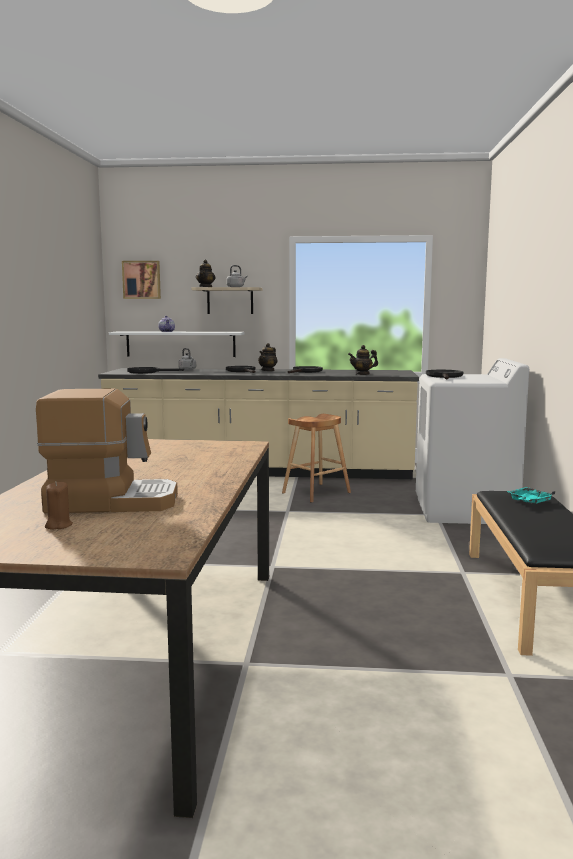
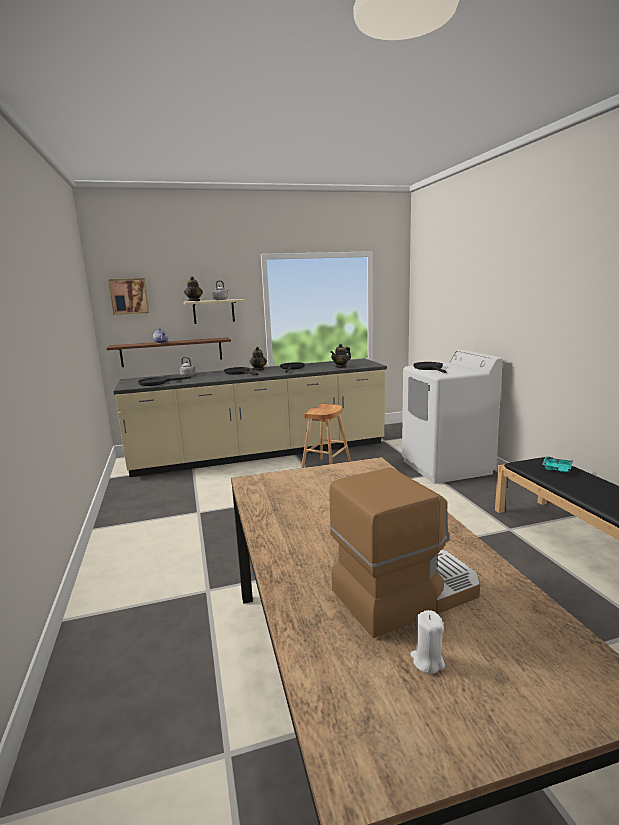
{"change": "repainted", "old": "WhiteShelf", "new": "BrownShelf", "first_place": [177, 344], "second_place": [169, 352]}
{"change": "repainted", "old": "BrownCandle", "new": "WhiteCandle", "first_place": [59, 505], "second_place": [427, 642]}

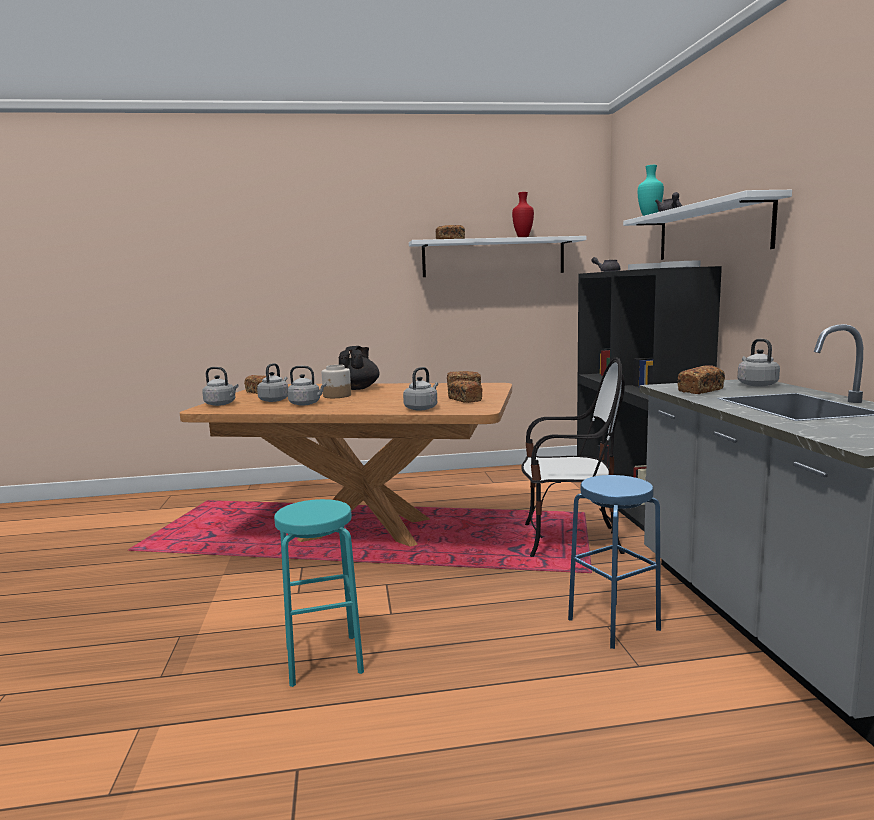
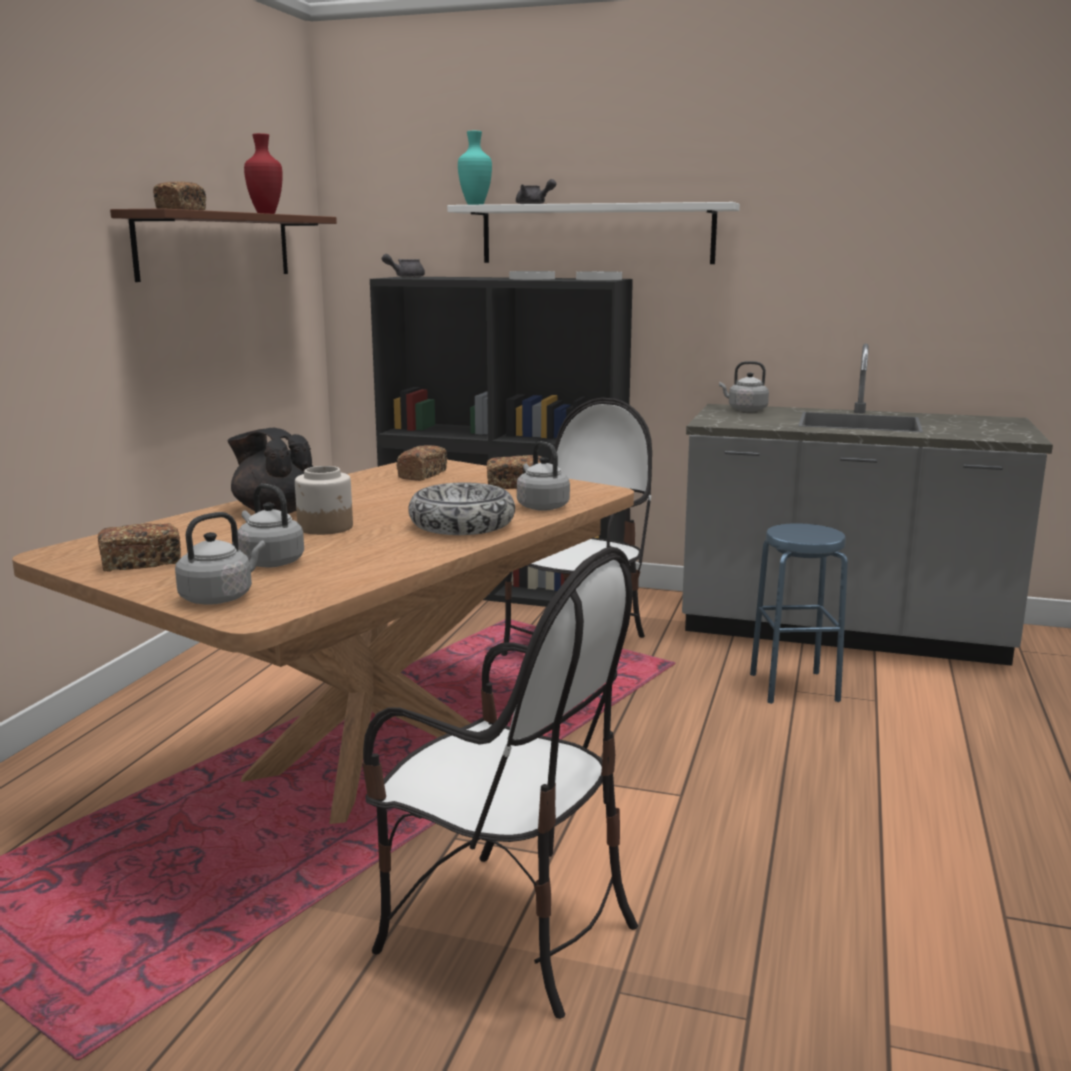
{"change": "repainted", "old": "WhiteShelf", "new": "BrownShelf", "first_place": [498, 256], "second_place": [223, 245]}
{"change": "new", "new": "Chair", "second_place": [500, 783]}
{"change": "new", "new": "Bowl", "second_place": [461, 509]}
{"change": "gone", "old": "TurquoiseStool", "first_place": [319, 593]}
{"change": "gone", "old": "GreyKettle", "first_place": [306, 386]}
{"change": "gone", "old": "Bread", "first_place": [701, 379]}

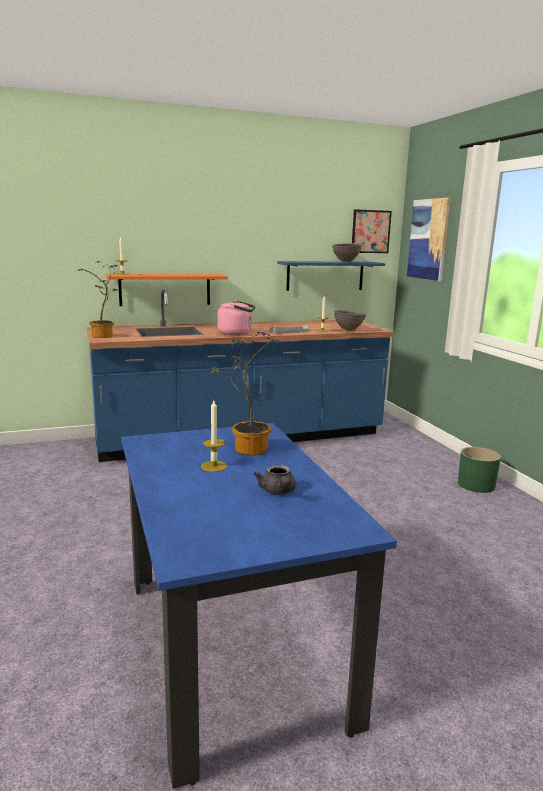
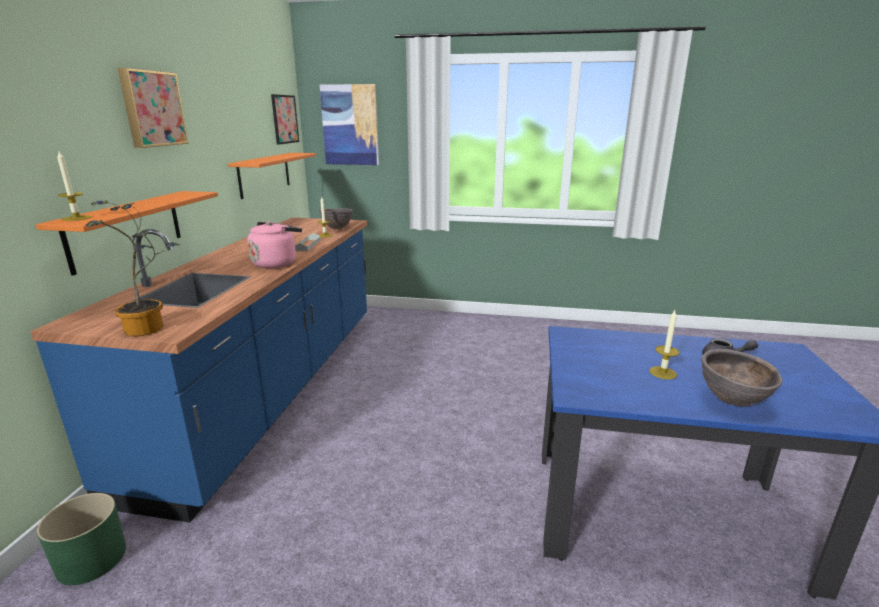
{"change": "shifted", "old": "GreenPlanter", "first_place": [479, 470], "second_place": [81, 539]}
{"change": "new", "new": "Picture", "second_place": [153, 108]}
{"change": "repainted", "old": "BlueShelf", "new": "OrangeShelf", "first_place": [331, 276], "second_place": [272, 176]}
{"change": "shifted", "old": "BrownBowl", "first_place": [347, 252], "second_place": [742, 377]}
{"change": "gone", "old": "PottedPlant", "first_place": [244, 394]}

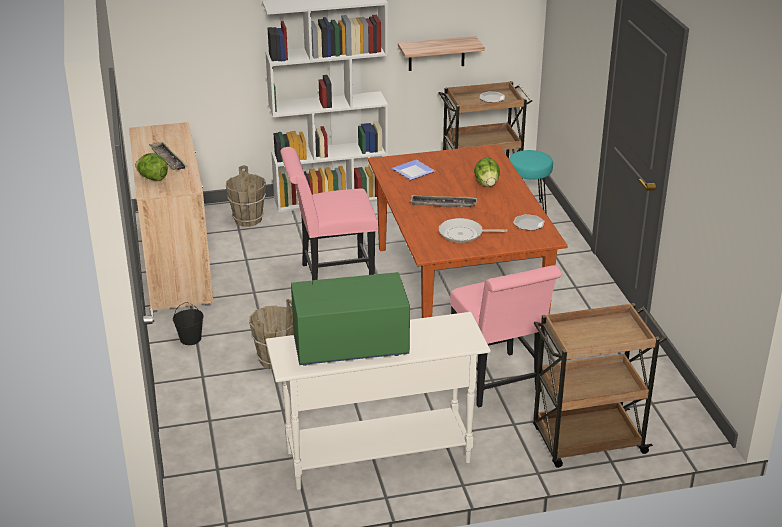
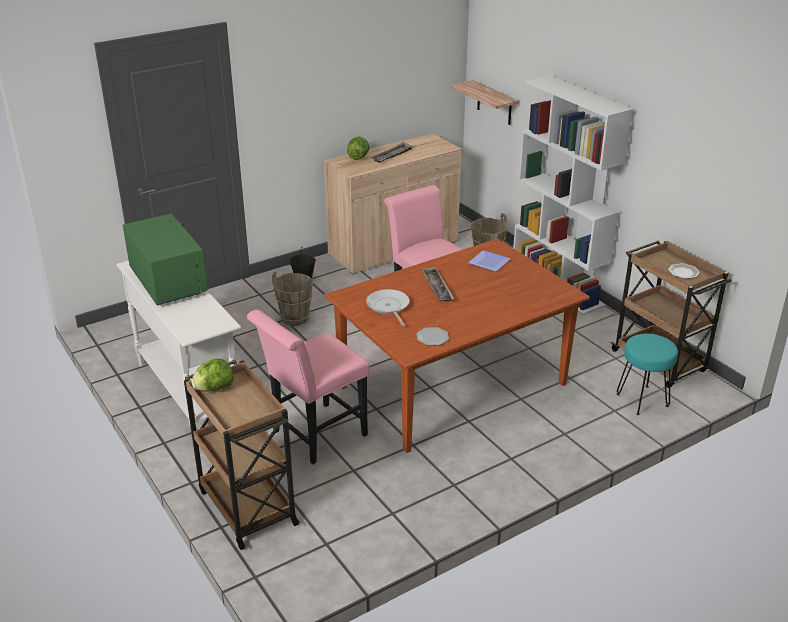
{"change": "shifted", "old": "Lettuce", "first_place": [487, 172], "second_place": [212, 375]}
{"change": "shifted", "old": "Shelf", "first_place": [441, 53], "second_place": [484, 102]}

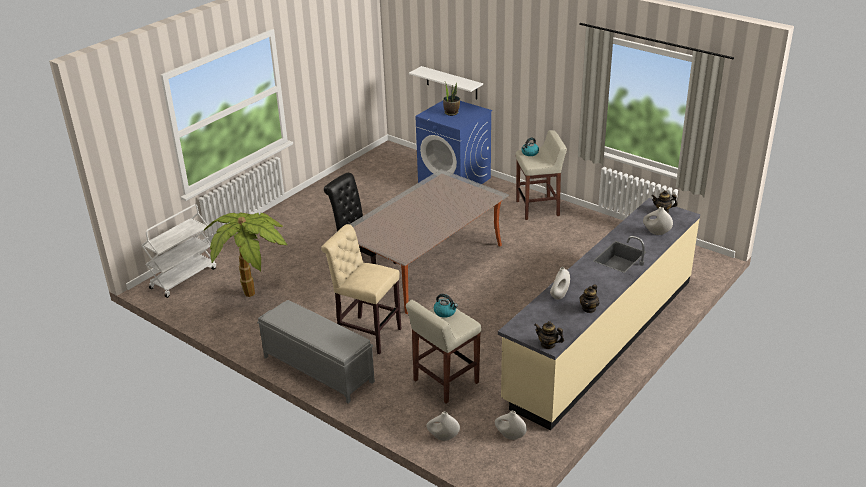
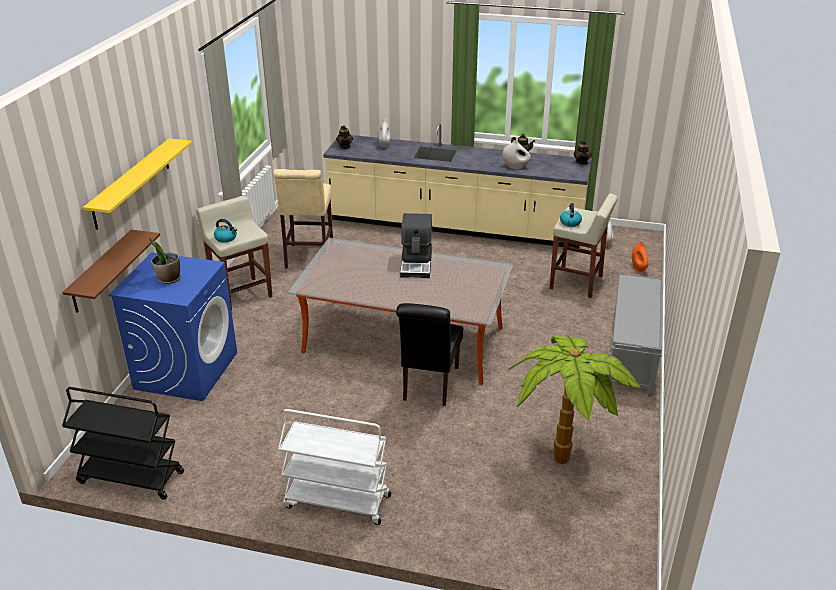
{"change": "repainted", "old": "WhiteShelf", "new": "BrownShelf", "first_place": [446, 82], "second_place": [111, 271]}
{"change": "new", "new": "BlackCart", "second_place": [123, 443]}
{"change": "new", "new": "YellowShelf", "second_place": [137, 184]}
{"change": "shifted", "old": "BeigeStool", "first_place": [361, 289], "second_place": [303, 218]}
{"change": "shifted", "old": "WhiteCart", "first_place": [178, 251], "second_place": [334, 467]}
{"change": "new", "new": "CoffeeMachine", "second_place": [416, 245]}
{"change": "repainted", "old": "WhiteVase", "new": "OrangeVase", "first_place": [443, 426], "second_place": [640, 257]}

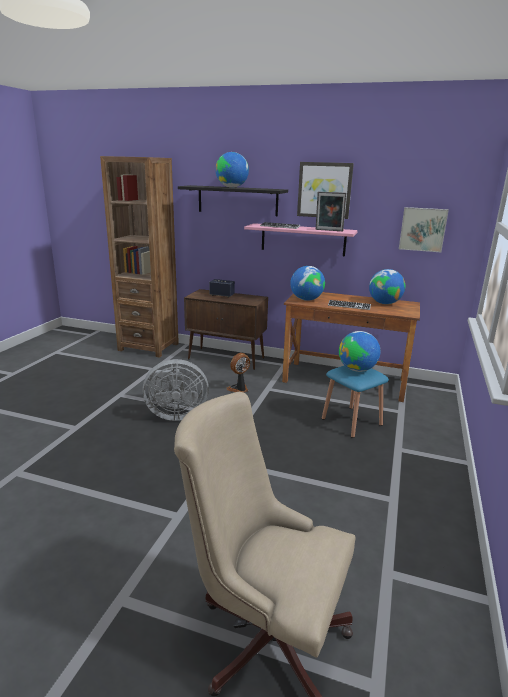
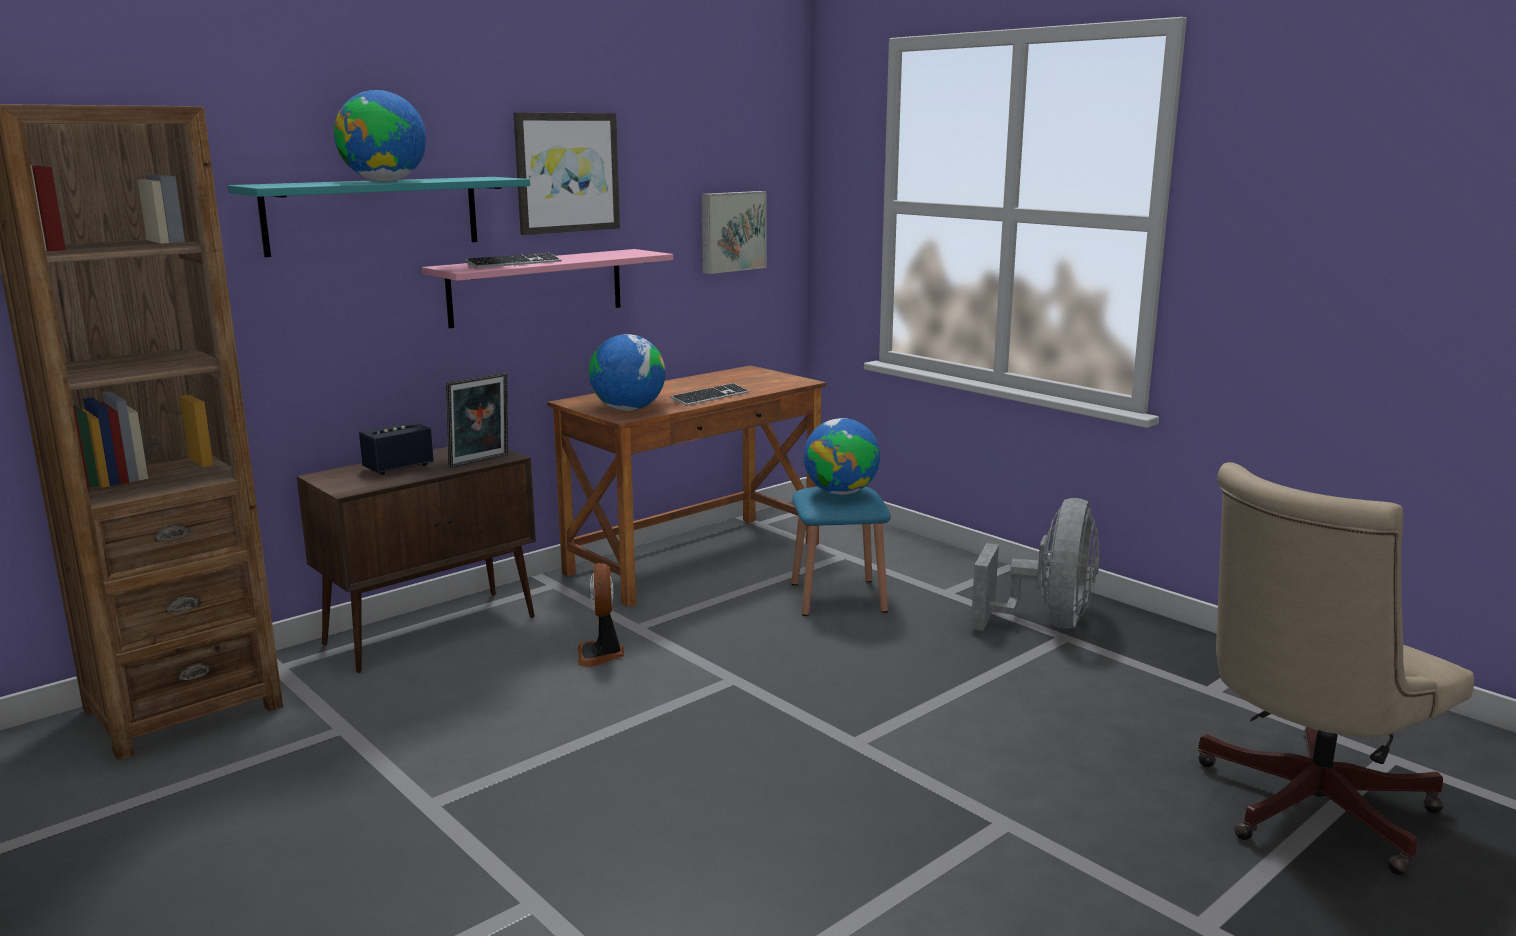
{"change": "repainted", "old": "BlackShelf", "new": "TurquoiseShelf", "first_place": [233, 200], "second_place": [379, 217]}
{"change": "shifted", "old": "PictureFrame", "first_place": [331, 211], "second_place": [477, 420]}
{"change": "shifted", "old": "GreyFan", "first_place": [176, 390], "second_place": [1035, 564]}
{"change": "gone", "old": "Globe", "first_place": [387, 286]}

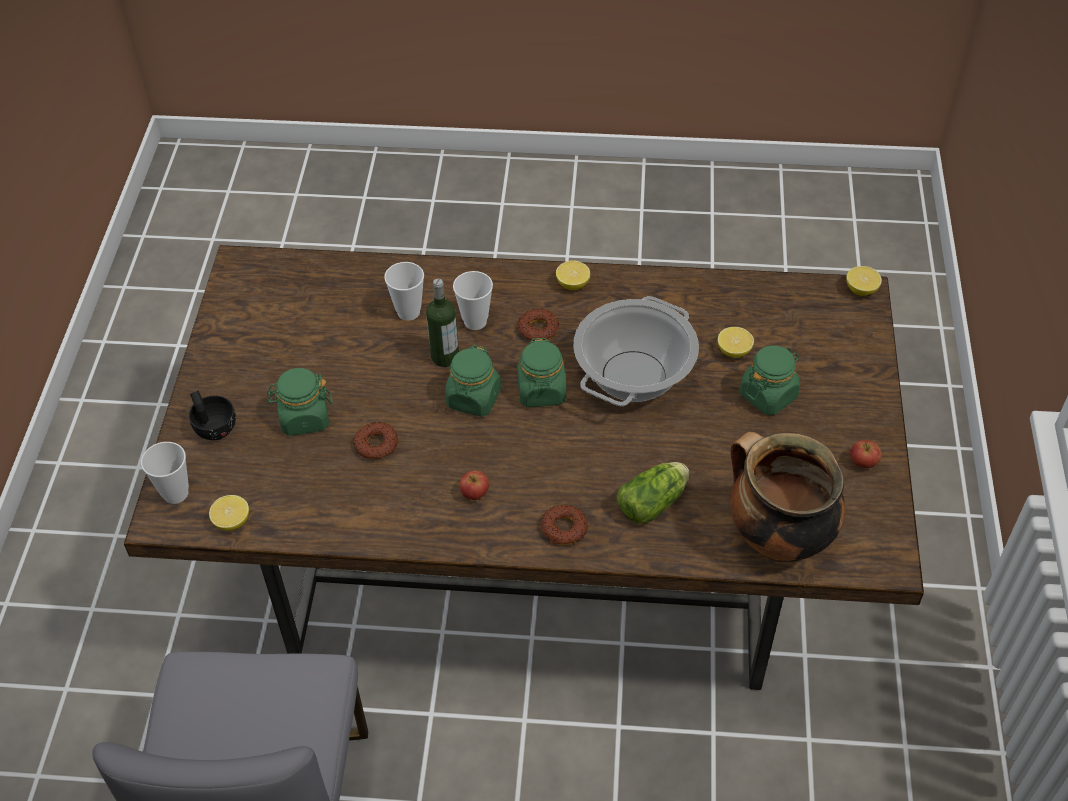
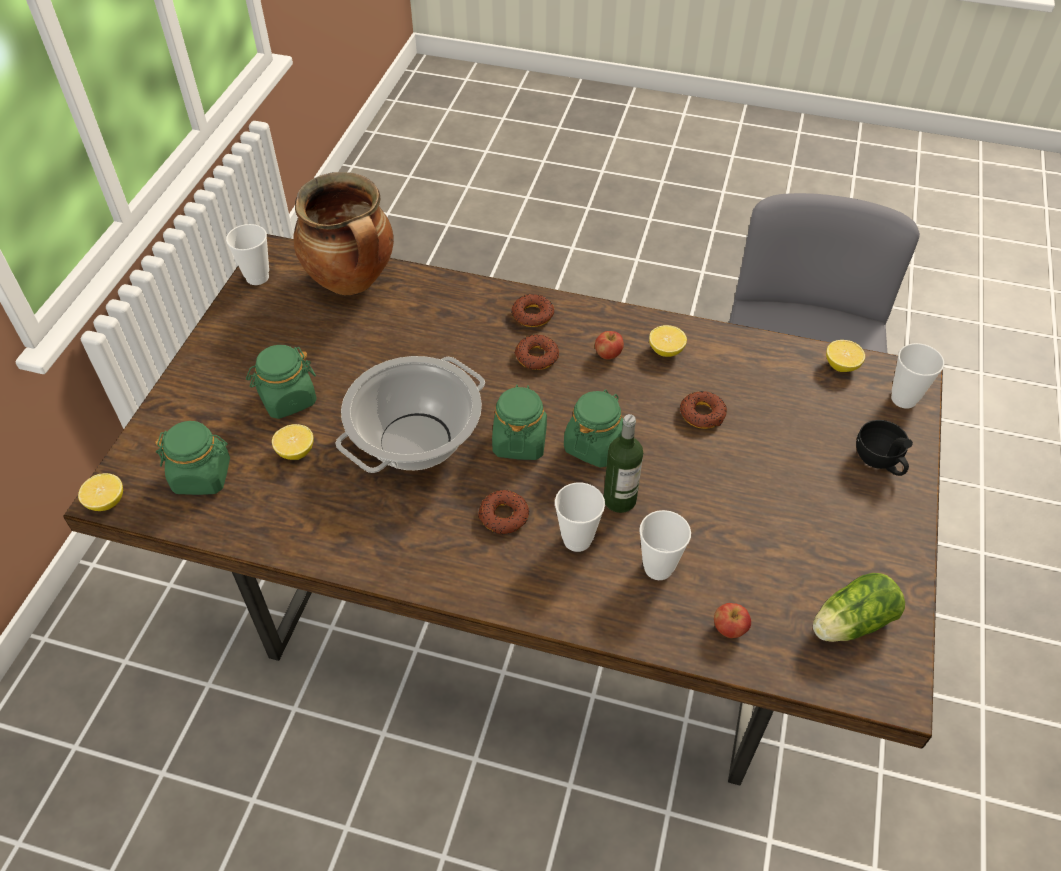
{"change": "shifted", "old": "GreenJar", "first_place": [299, 402], "second_place": [192, 458]}
{"change": "new", "new": "Cup", "second_place": [247, 254]}
{"change": "new", "new": "Donut", "second_place": [536, 352]}
{"change": "shifted", "old": "Lemon", "first_place": [573, 275], "second_place": [668, 341]}
{"change": "shifted", "old": "Apple", "first_place": [865, 454], "second_place": [732, 620]}
{"change": "shifted", "old": "Lettuce", "first_place": [653, 493], "second_place": [859, 607]}

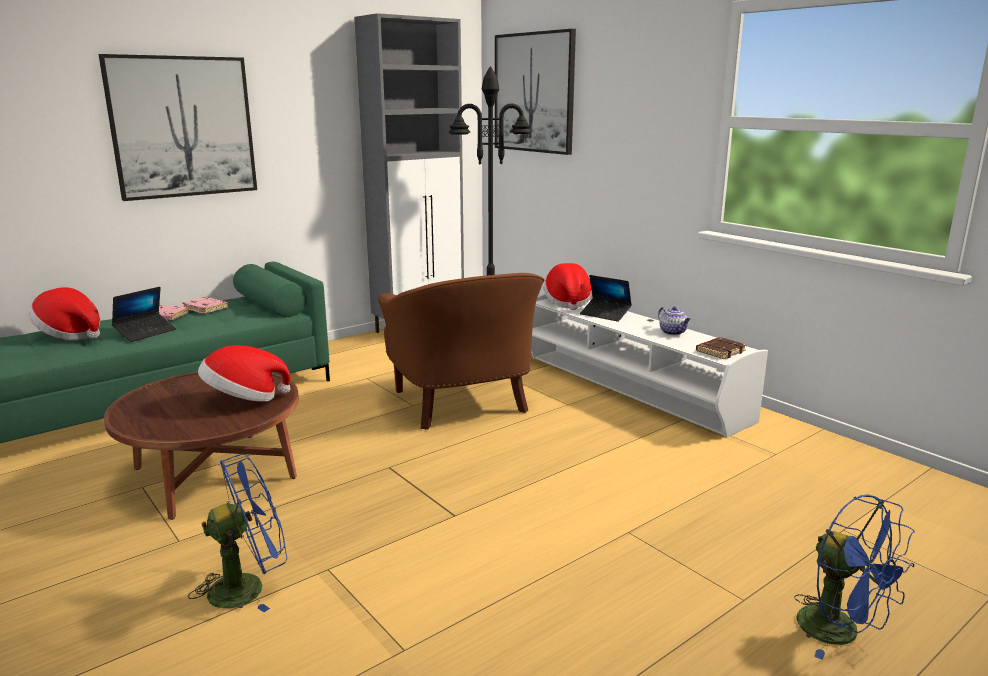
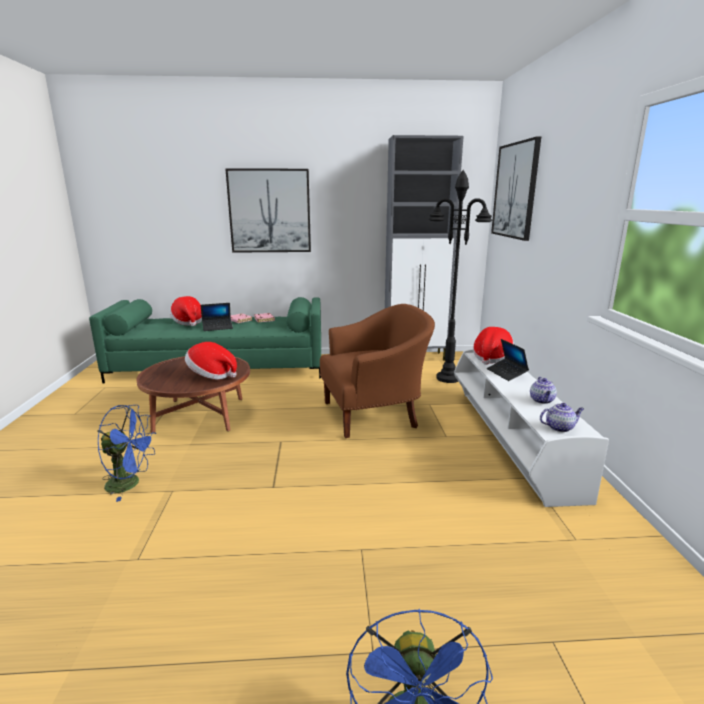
{"change": "rotated", "old": "BrownArmchair", "first_place": [461, 351], "second_place": [377, 371], "degrees": -120}
{"change": "swapped", "old": "BrownBook", "new": "Teapot", "first_place": [721, 348], "second_place": [562, 417]}

